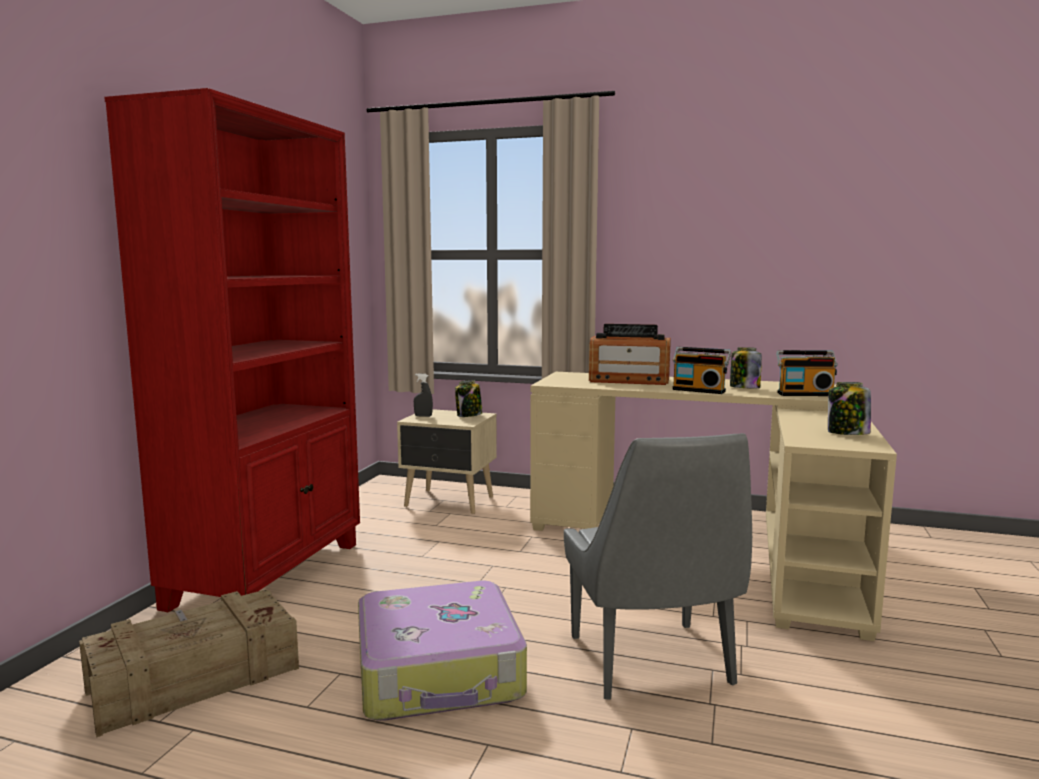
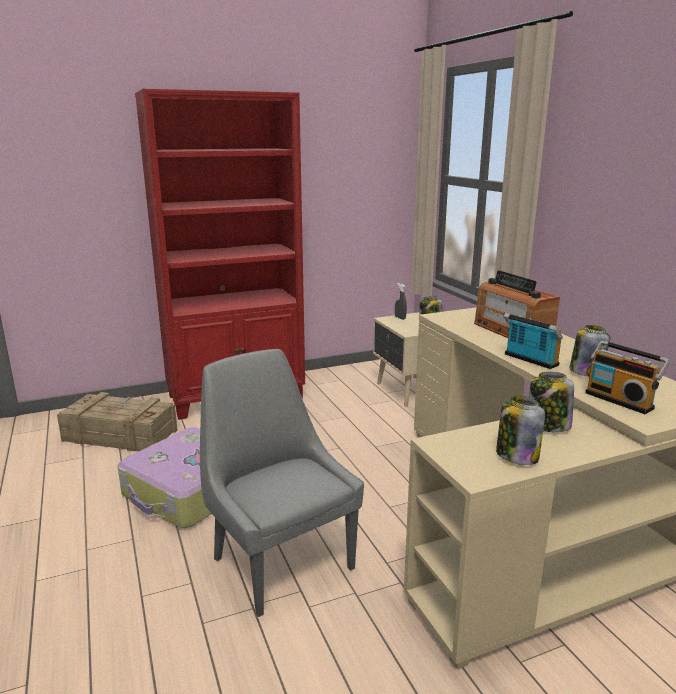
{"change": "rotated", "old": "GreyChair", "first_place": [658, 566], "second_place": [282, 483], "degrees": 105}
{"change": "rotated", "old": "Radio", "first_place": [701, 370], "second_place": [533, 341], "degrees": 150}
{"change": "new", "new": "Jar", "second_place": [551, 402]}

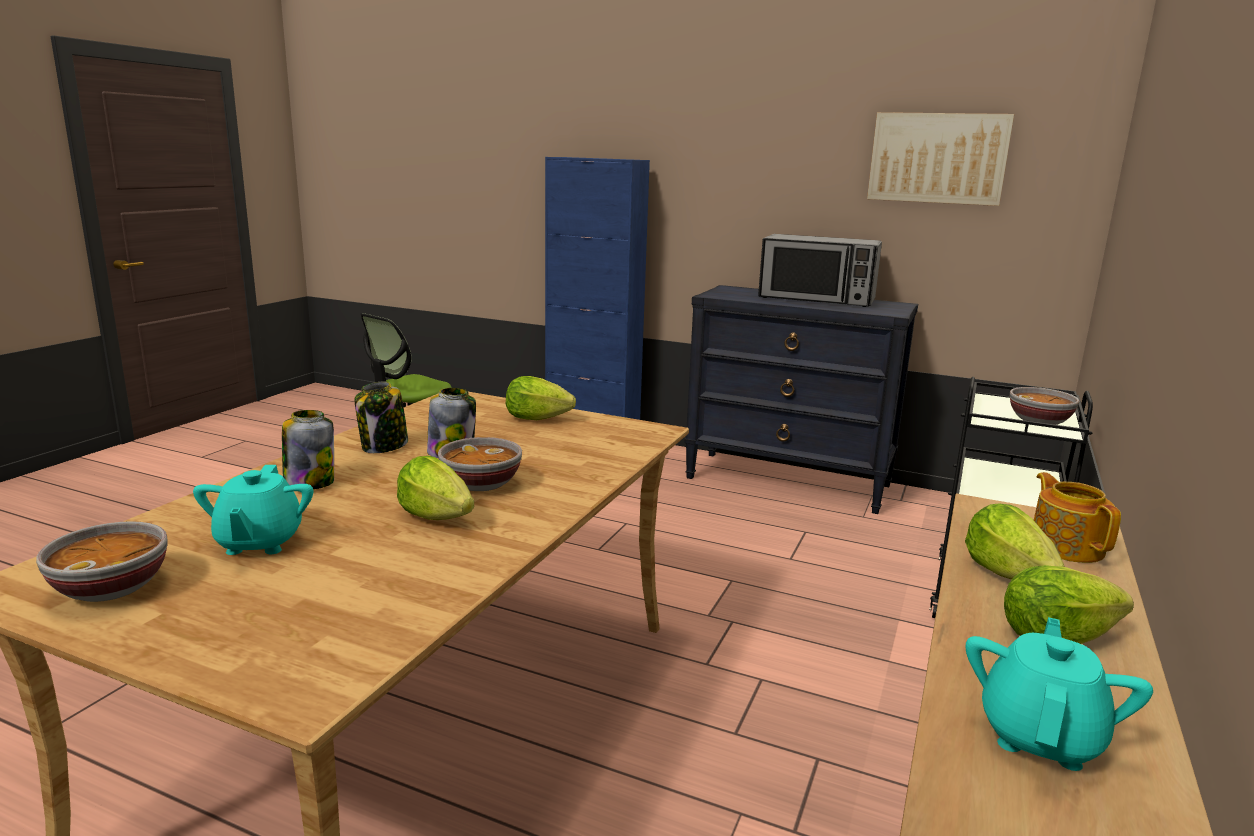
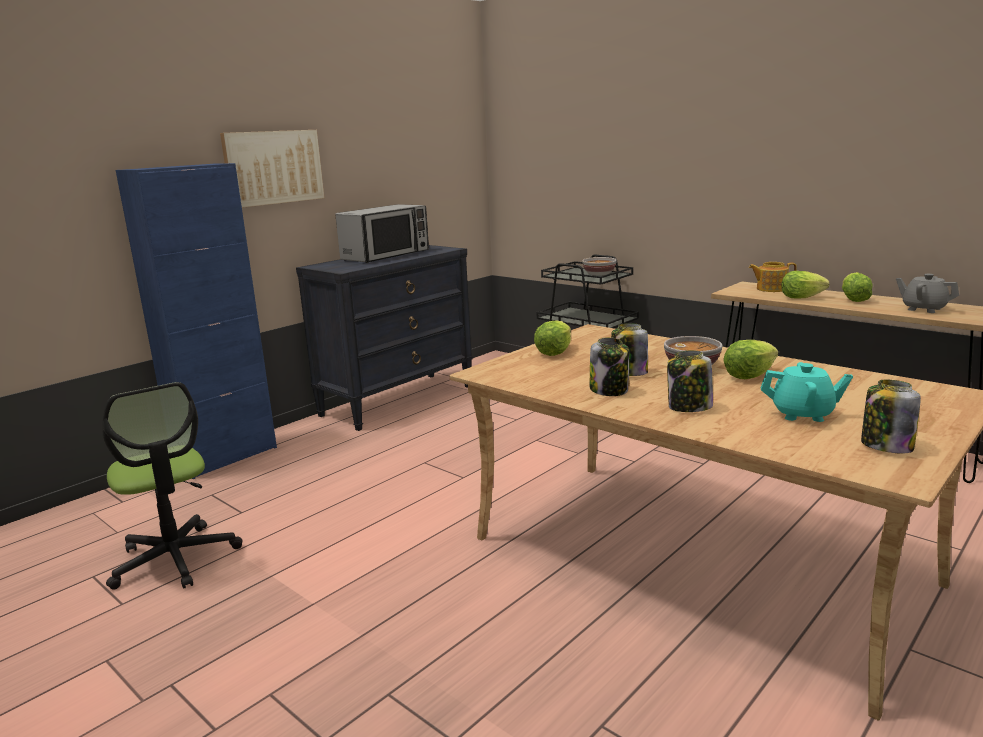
{"change": "shifted", "old": "Picture", "first_place": [940, 159], "second_place": [272, 169]}
{"change": "swapped", "old": "Bowl", "new": "Jar", "first_place": [102, 561], "second_place": [891, 417]}
{"change": "repainted", "old": "TurquoiseTeapot", "new": "GreyTeapot", "first_place": [1059, 694], "second_place": [927, 293]}

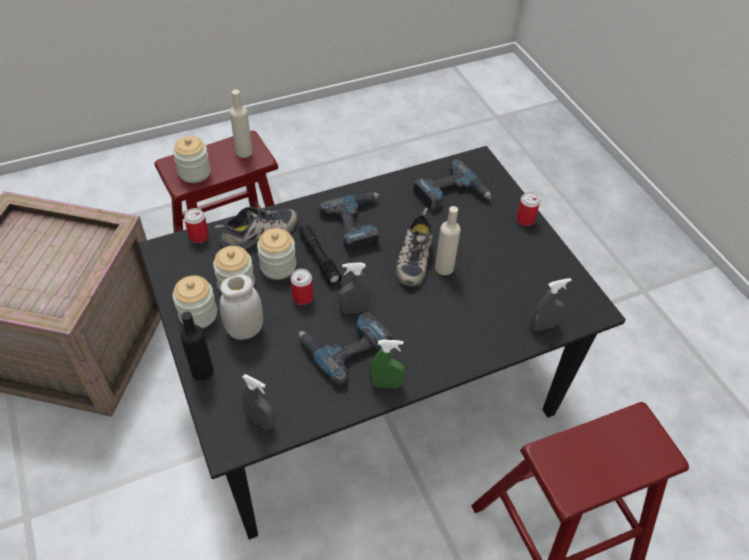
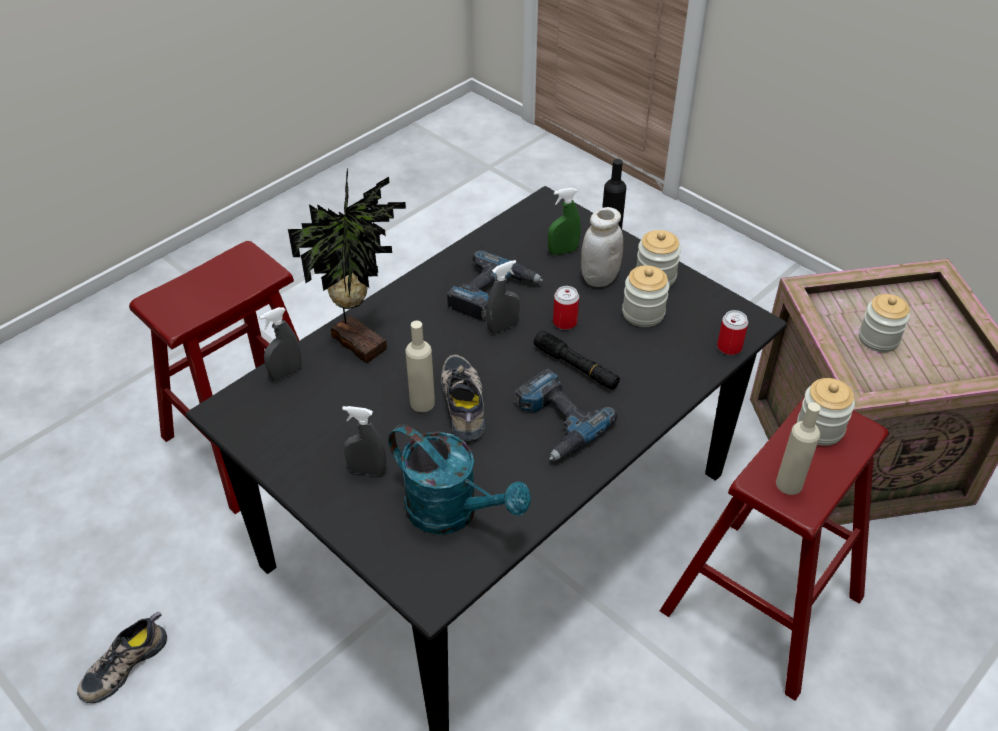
{"change": "shifted", "old": "Shoe", "first_place": [256, 228], "second_place": [122, 657]}
{"change": "new", "new": "PottedPlant", "second_place": [347, 265]}
{"change": "shifted", "old": "GreySprayBottle", "first_place": [258, 401], "second_place": [364, 441]}
{"change": "swapped", "old": "PowerDrill", "new": "TurquoiseWateringCan", "first_place": [452, 184], "second_place": [459, 480]}
{"change": "shifted", "old": "GreenSprayBottle", "first_place": [387, 364], "second_place": [564, 221]}
{"change": "shifted", "old": "Jar", "first_place": [276, 254], "second_place": [884, 323]}
{"change": "gone", "old": "Can", "first_place": [528, 209]}

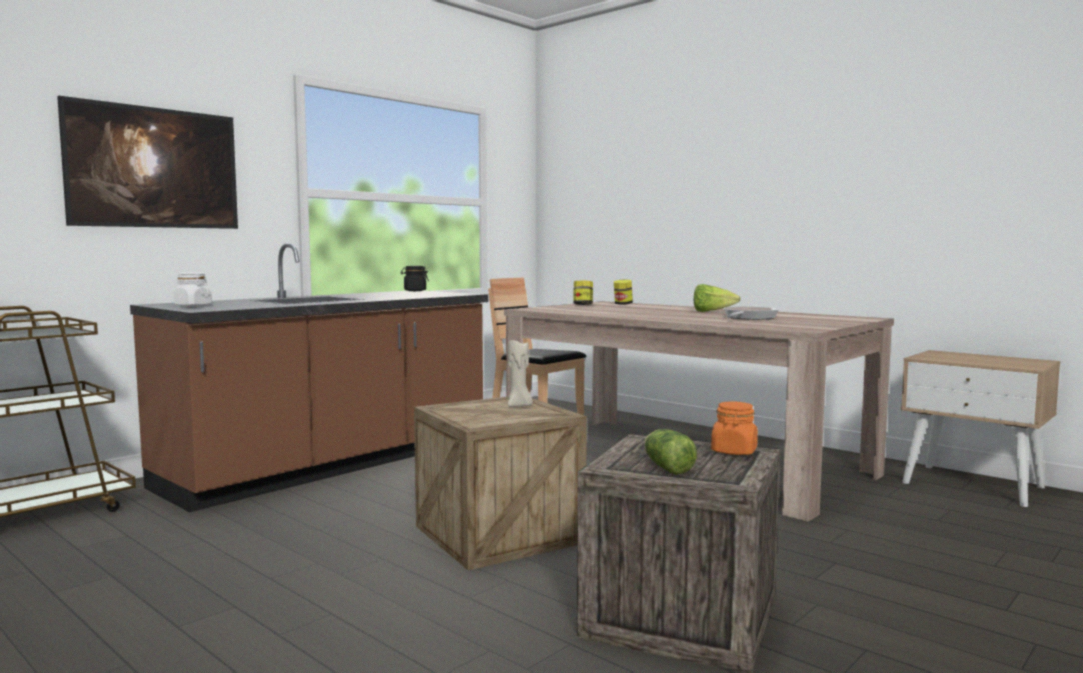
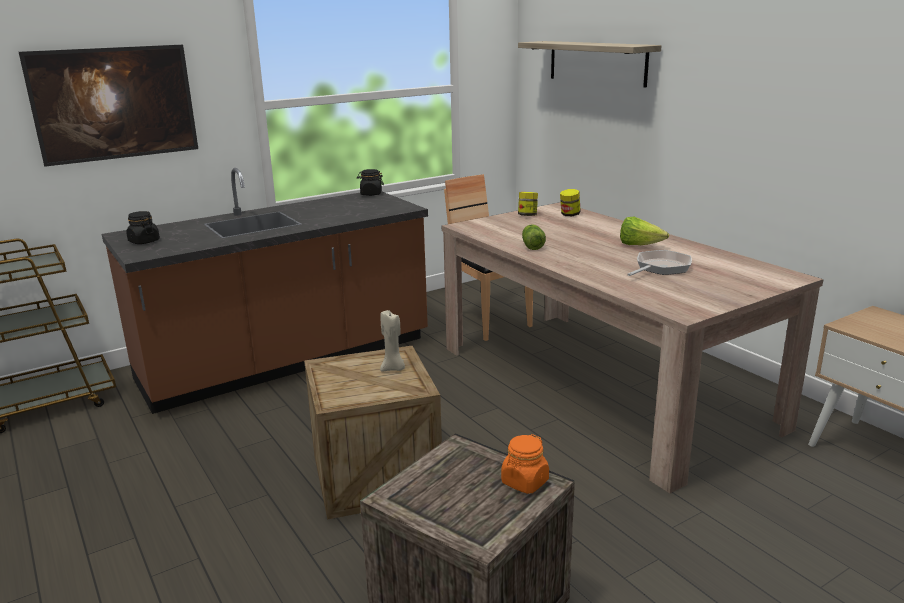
{"change": "repainted", "old": "WhiteJar", "new": "BlackJar", "first_place": [192, 289], "second_place": [143, 227]}
{"change": "new", "new": "Shelf", "second_place": [590, 64]}
{"change": "shifted", "old": "Lettuce", "first_place": [670, 451], "second_place": [534, 237]}

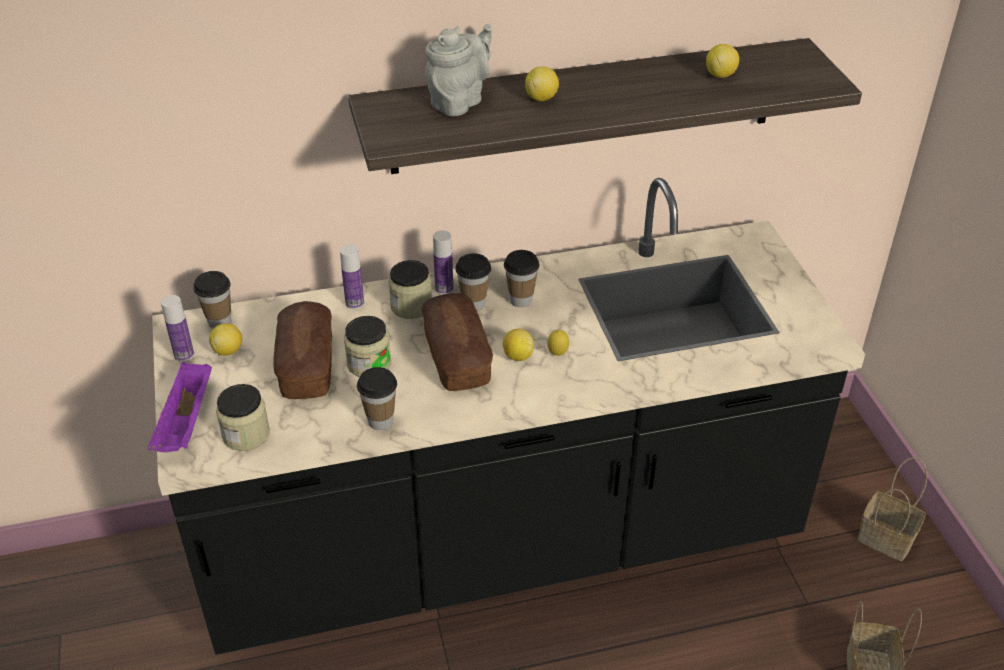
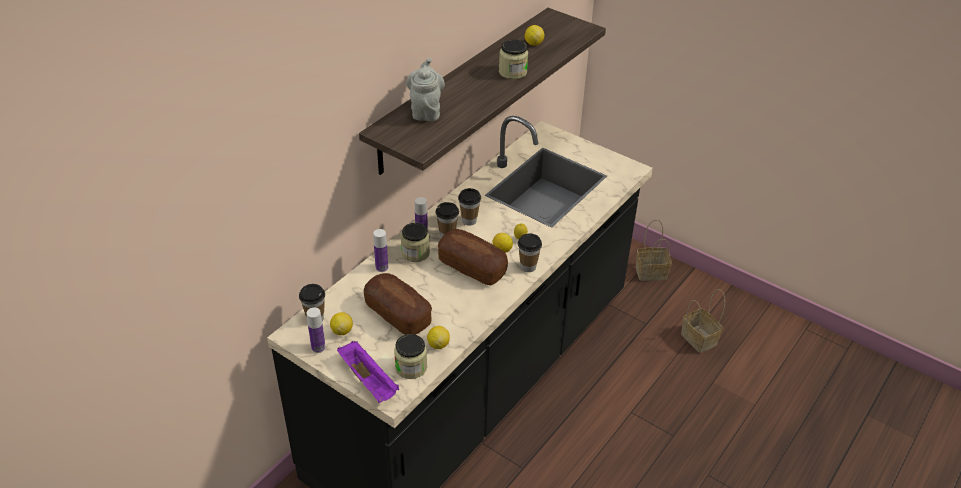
{"change": "shifted", "old": "Lemon", "first_place": [542, 83], "second_place": [438, 337]}
{"change": "shifted", "old": "Jar", "first_place": [367, 346], "second_place": [513, 59]}
{"change": "shifted", "old": "Cup", "first_place": [377, 398], "second_place": [530, 252]}

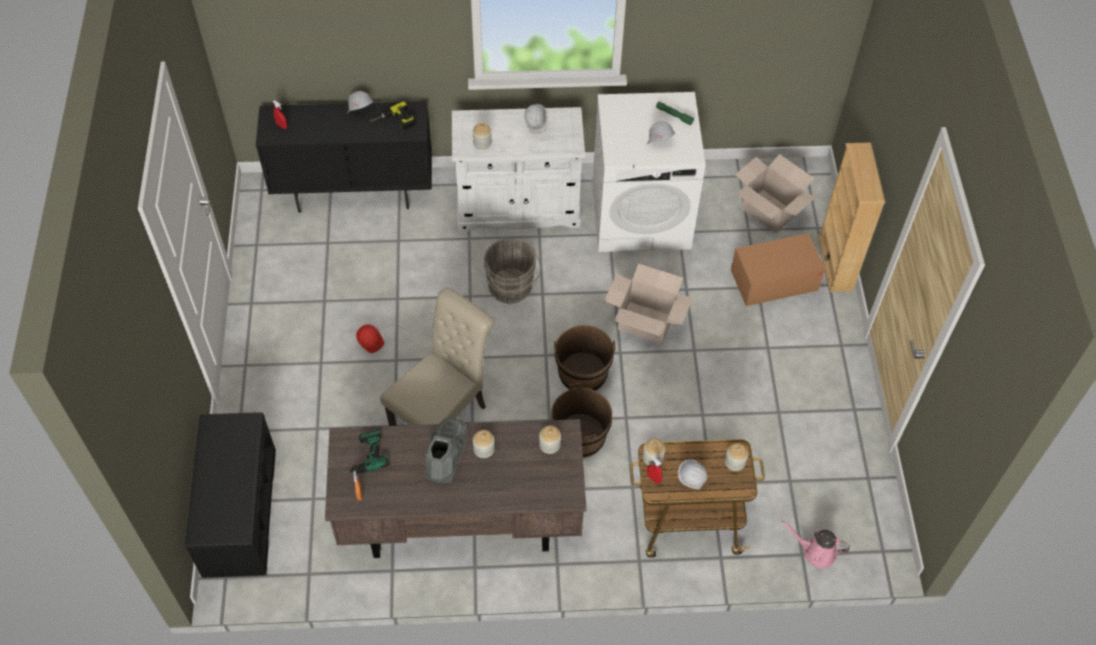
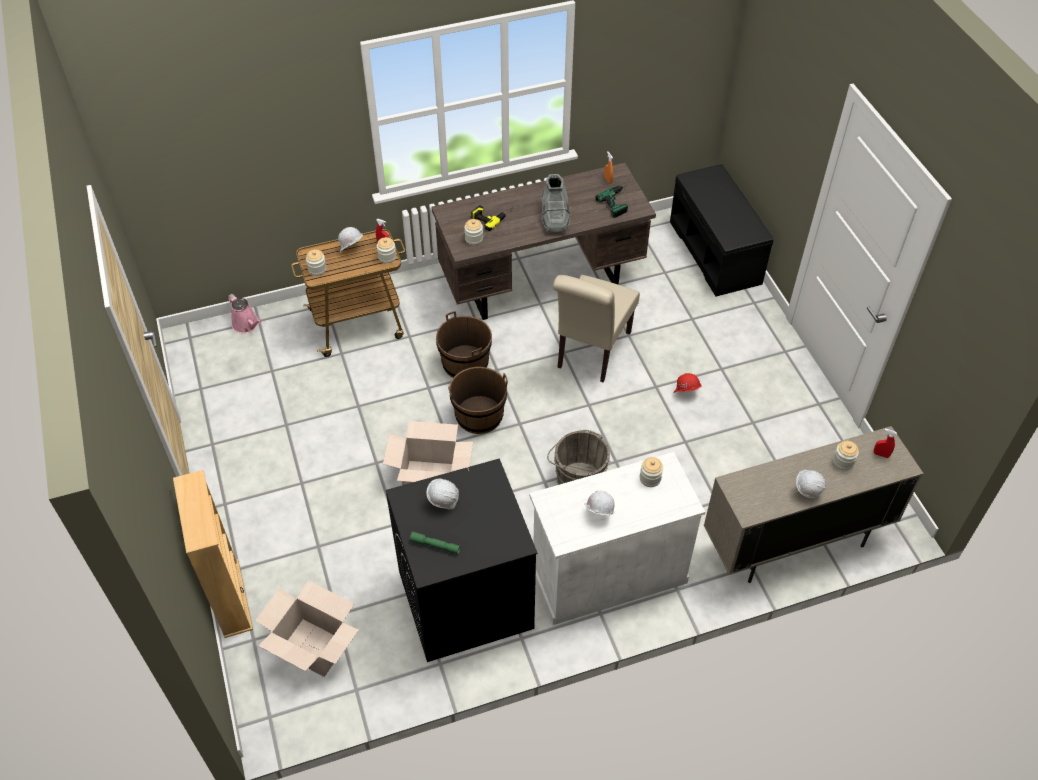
{"change": "rotated", "old": "PinkWateringCan", "first_place": [816, 544], "second_place": [244, 313], "degrees": 45}
{"change": "repainted", "old": "WhiteWashingMachine", "new": "BlackWashingMachine", "first_place": [649, 172], "second_place": [462, 560]}
{"change": "shifted", "old": "PowerDrill", "first_place": [392, 115], "second_place": [492, 218]}
{"change": "repainted", "old": "BlackCabinet", "new": "BeigeCabinet", "first_place": [344, 157], "second_place": [813, 504]}
{"change": "shifted", "old": "Jar", "first_place": [484, 444], "second_place": [846, 455]}
{"change": "gone", "old": "CardboardBox", "first_place": [778, 269]}

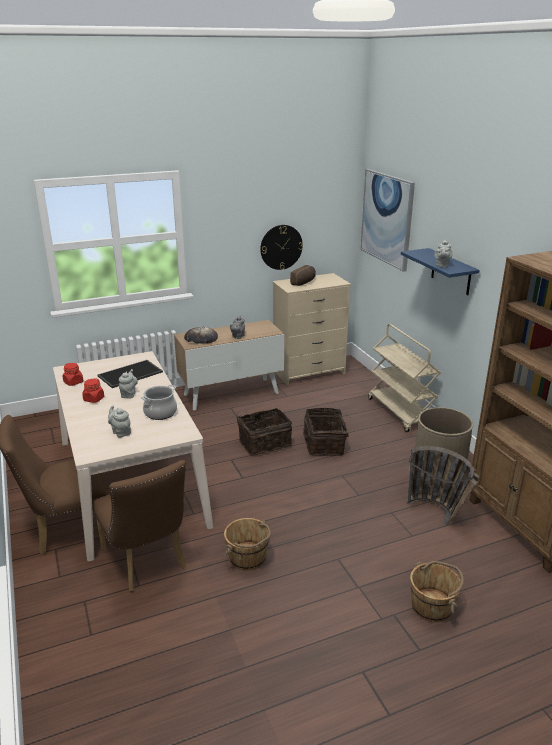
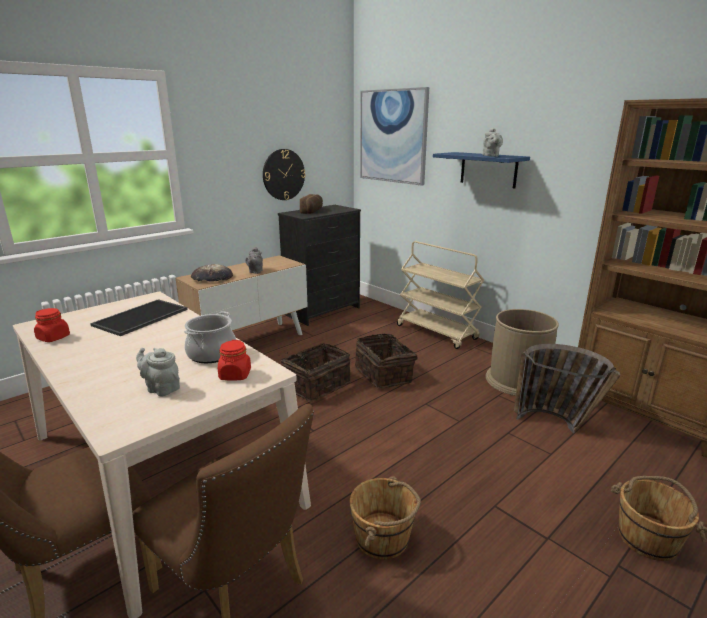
{"change": "shifted", "old": "RedJar", "first_place": [93, 390], "second_place": [234, 360]}
{"change": "repainted", "old": "BeigeDresser", "new": "BlackDresser", "first_place": [311, 329], "second_place": [319, 265]}
{"change": "gone", "old": "GreyTeapot", "first_place": [128, 384]}

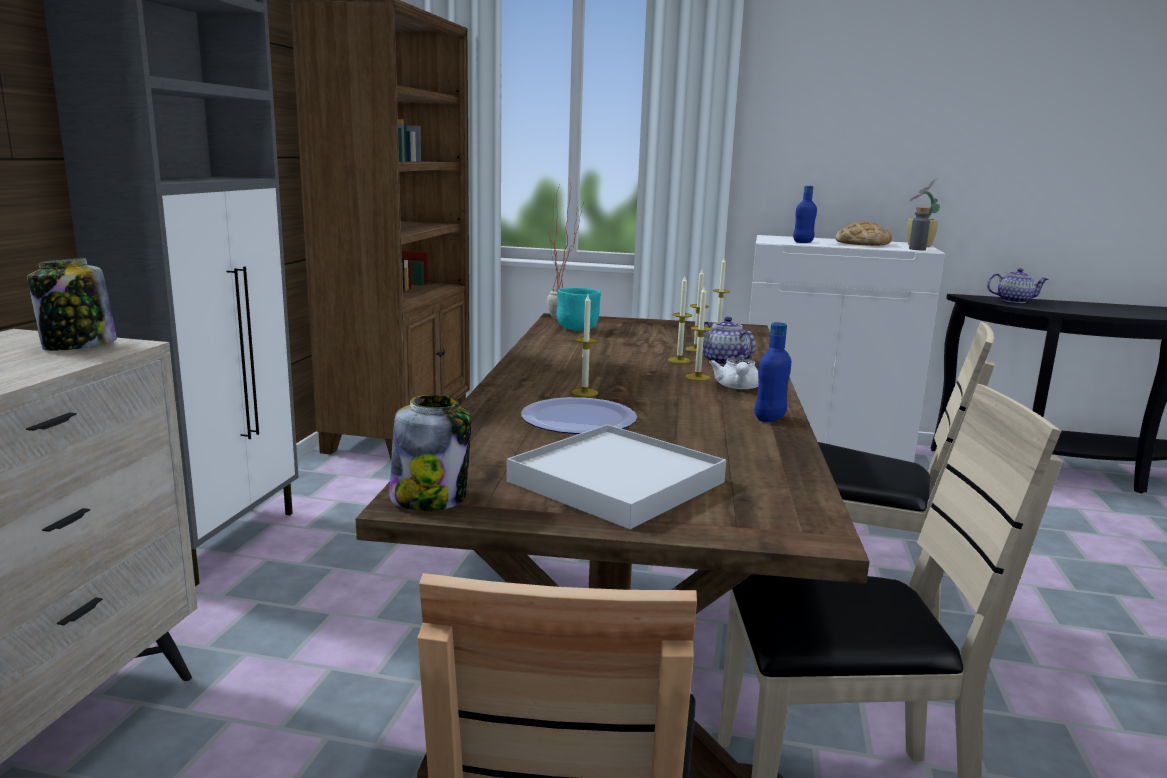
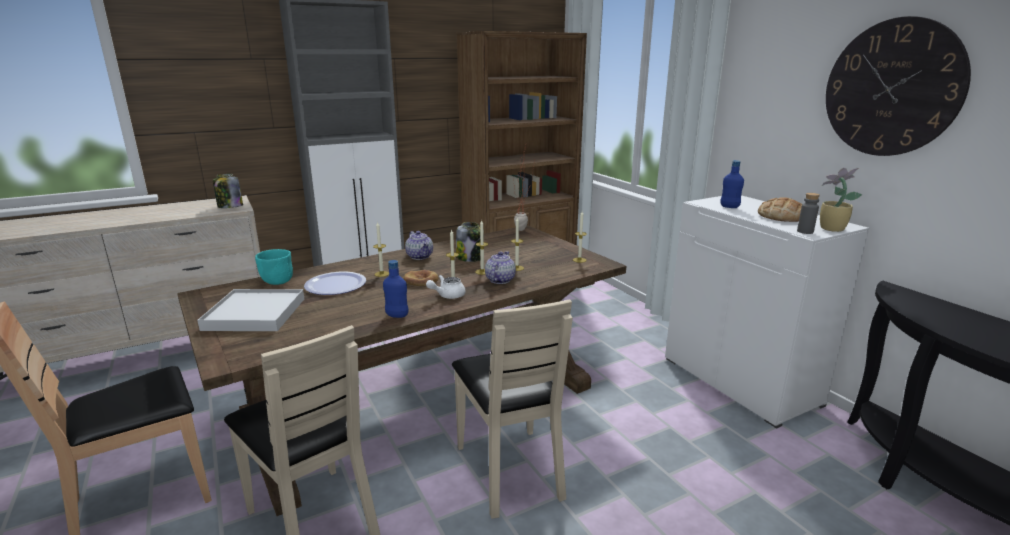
{"change": "shifted", "old": "TurquoiseBowl", "first_place": [579, 309], "second_place": [274, 267]}
{"change": "new", "new": "Bread", "second_place": [421, 278]}
{"change": "shifted", "old": "Teapot", "first_place": [1018, 285], "second_place": [419, 245]}
{"change": "shifted", "old": "Jar", "first_place": [430, 453], "second_place": [470, 242]}
{"change": "new", "new": "WallClock", "second_place": [898, 86]}

